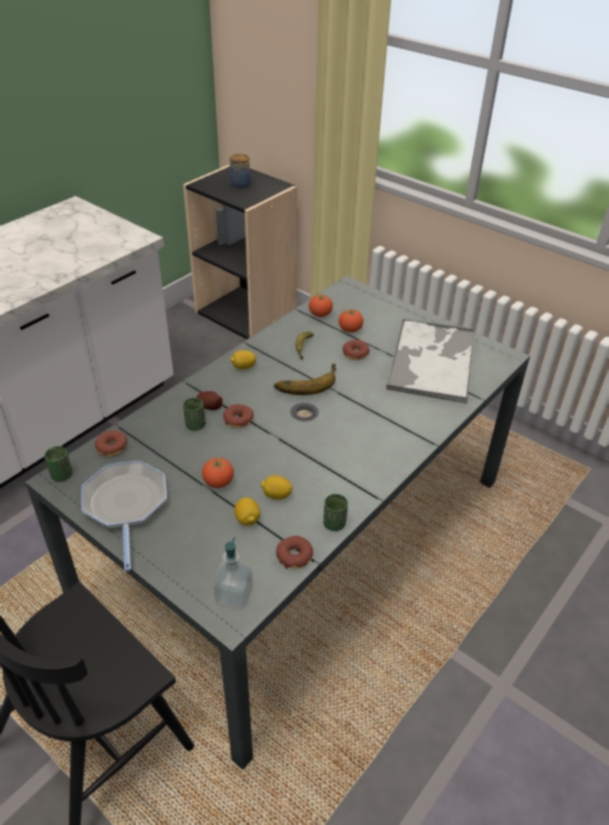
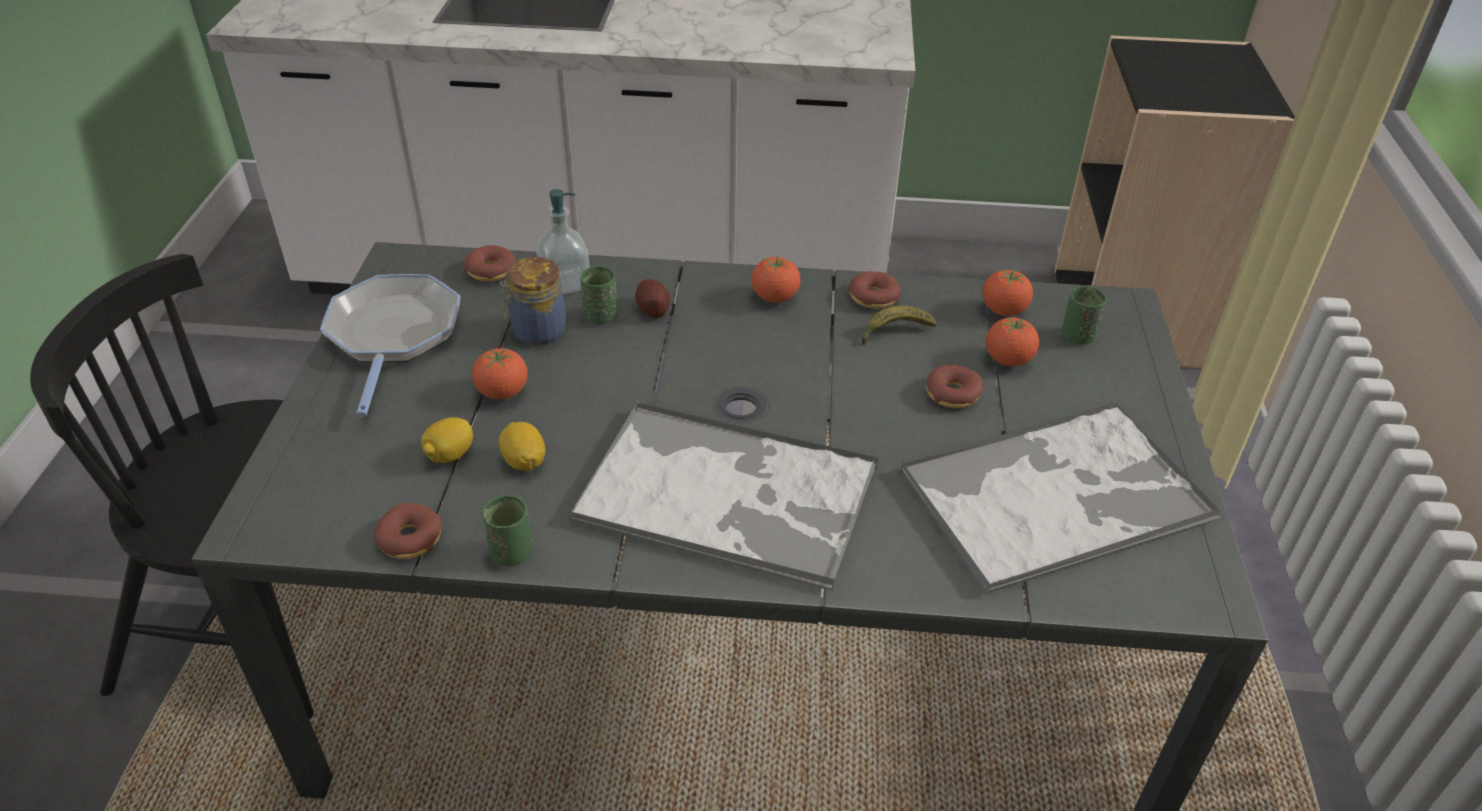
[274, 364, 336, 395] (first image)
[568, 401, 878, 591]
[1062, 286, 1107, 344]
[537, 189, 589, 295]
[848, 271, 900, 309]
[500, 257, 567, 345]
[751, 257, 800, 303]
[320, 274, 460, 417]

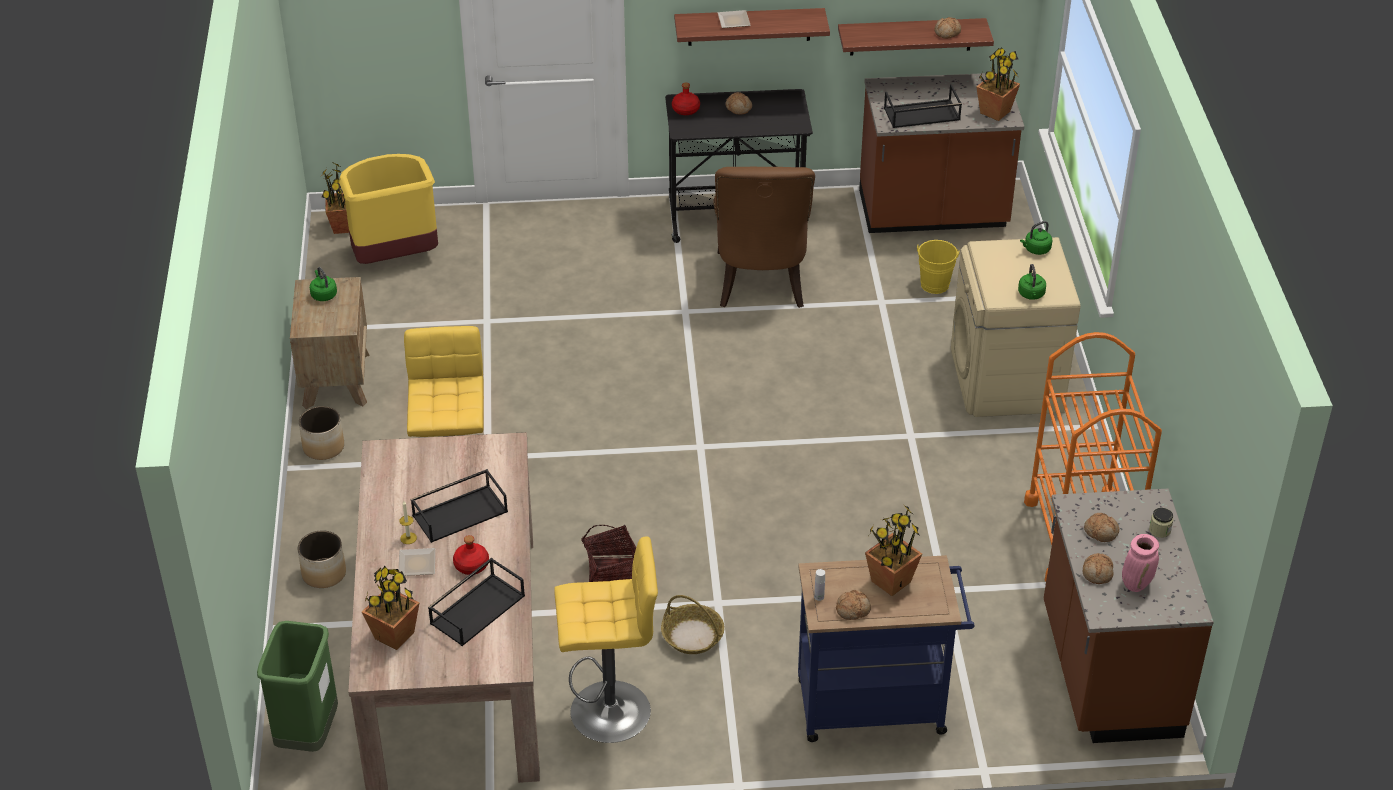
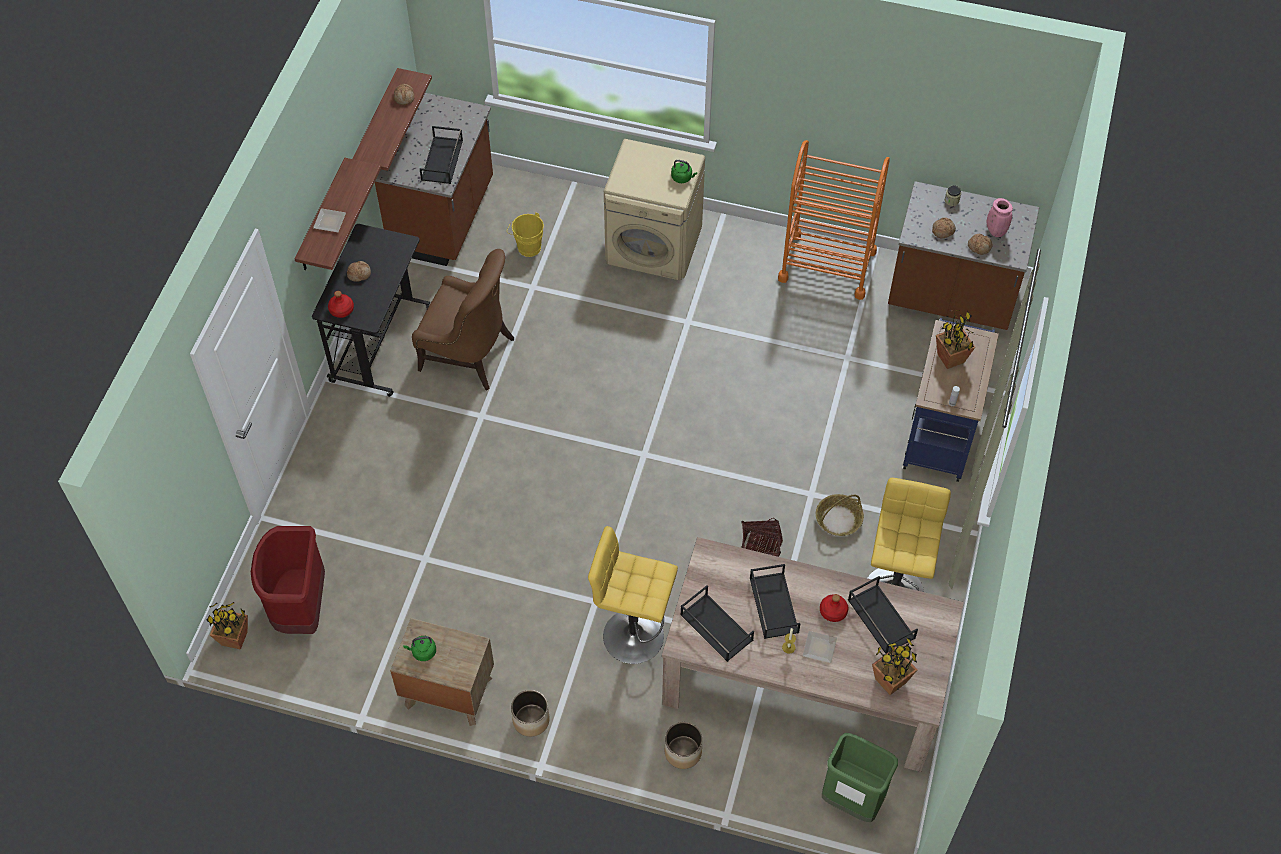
[836, 590, 871, 620] (first image)
[976, 47, 1020, 121] (first image)
[1020, 221, 1052, 255] (first image)
[680, 586, 754, 662]
[251, 526, 325, 634]

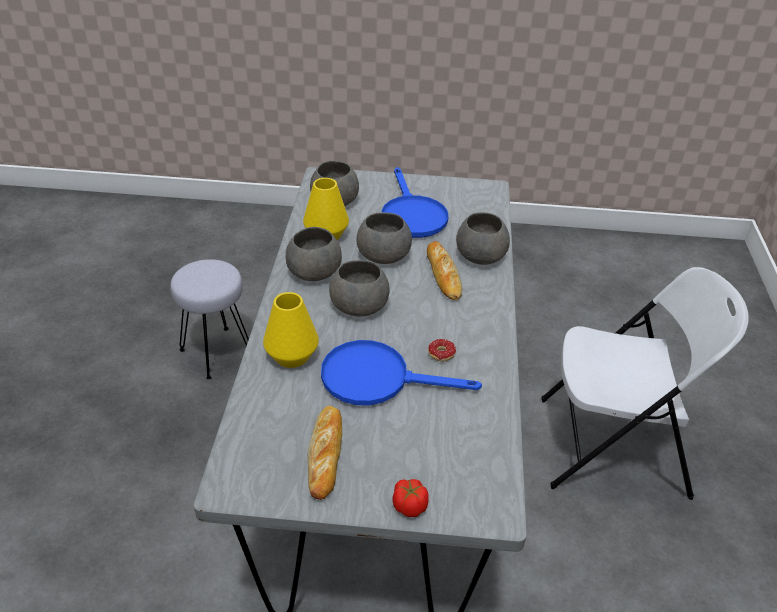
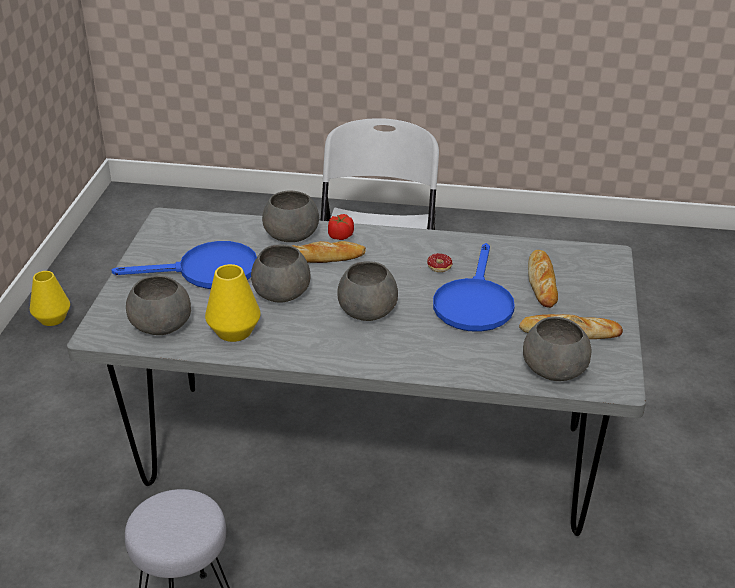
[528, 250, 558, 308]
[30, 271, 70, 326]
[523, 317, 591, 381]
[328, 214, 354, 240]

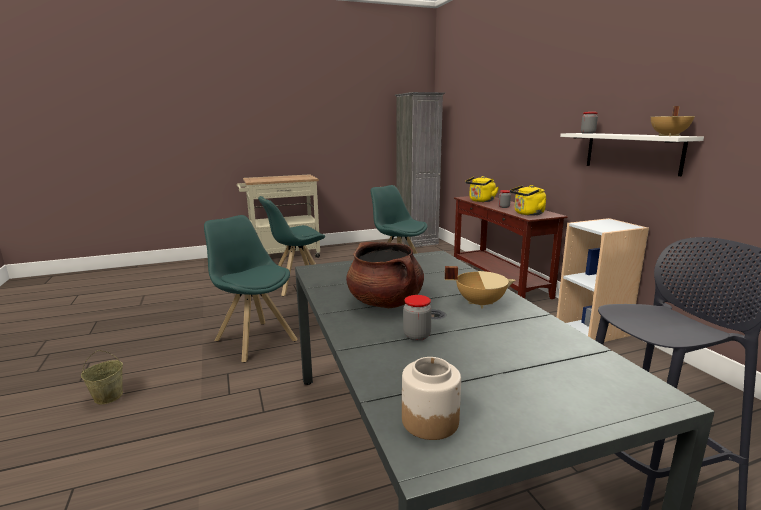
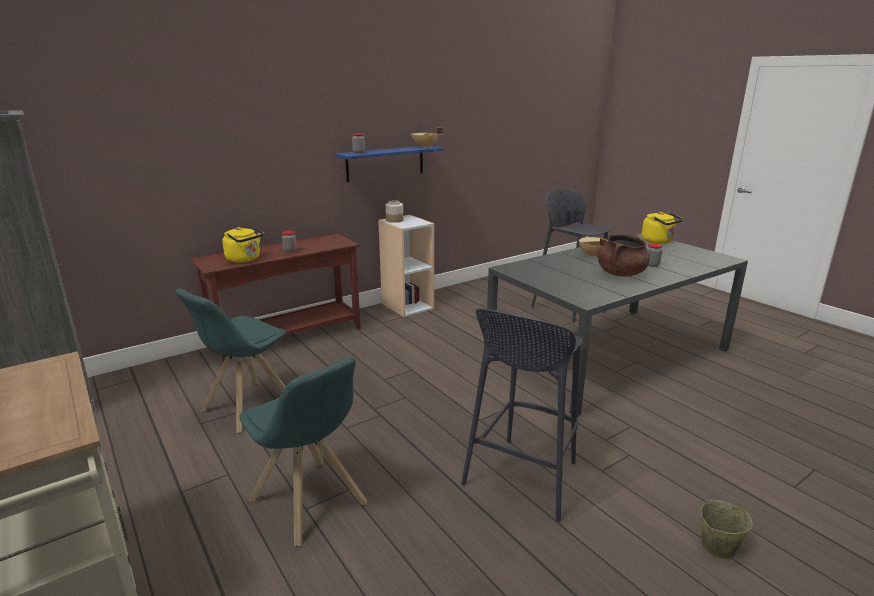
[385, 200, 403, 223]
[642, 212, 683, 244]
[461, 308, 582, 522]
[335, 146, 444, 182]

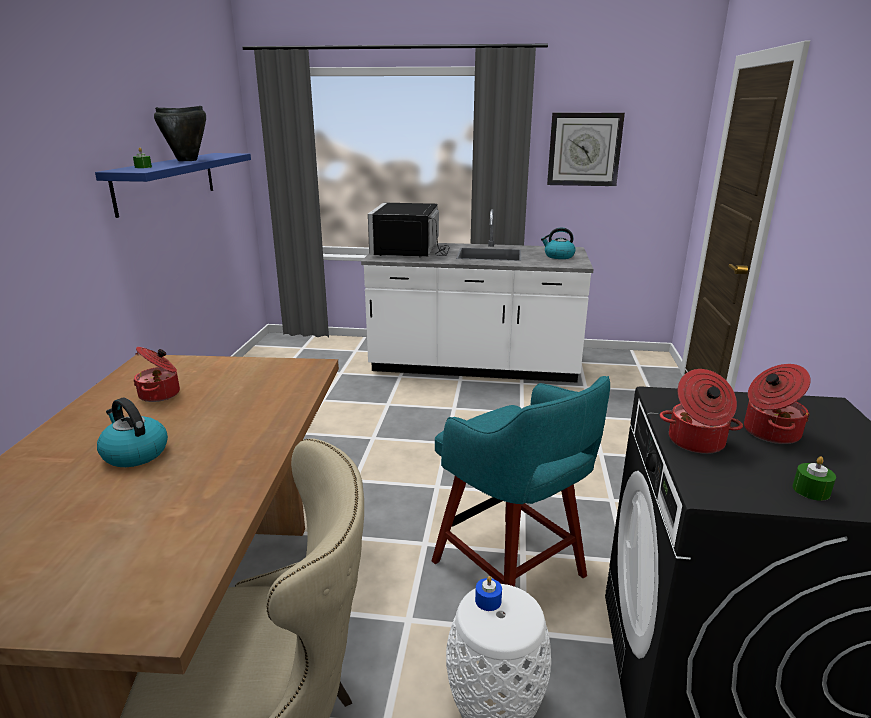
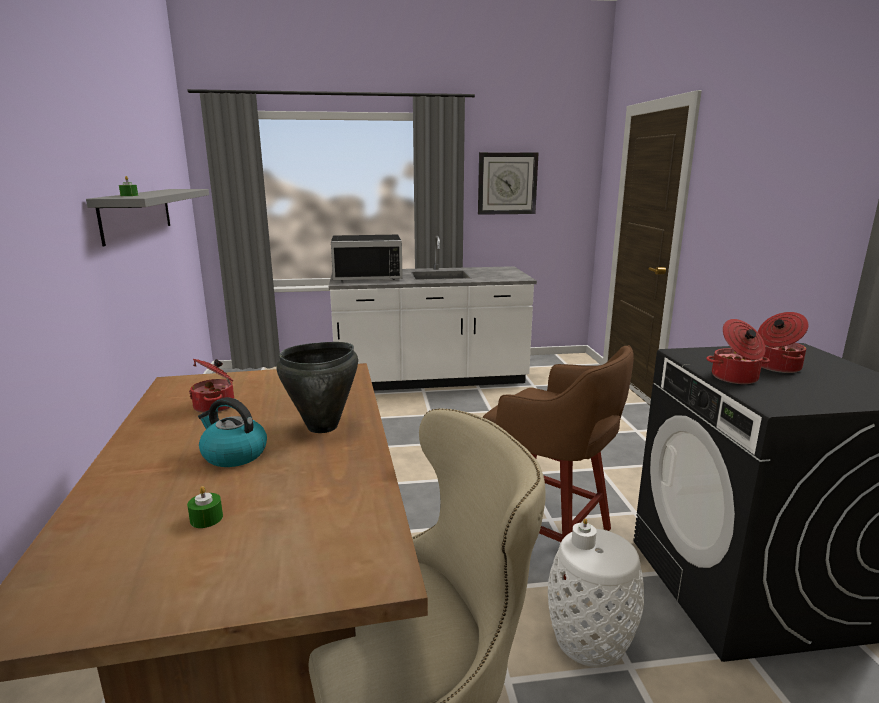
[541, 228, 576, 259] (first image)
[276, 342, 358, 433]
[187, 486, 223, 528]
[86, 189, 209, 246]
[483, 345, 634, 580]
[572, 518, 597, 550]
[331, 235, 403, 281]

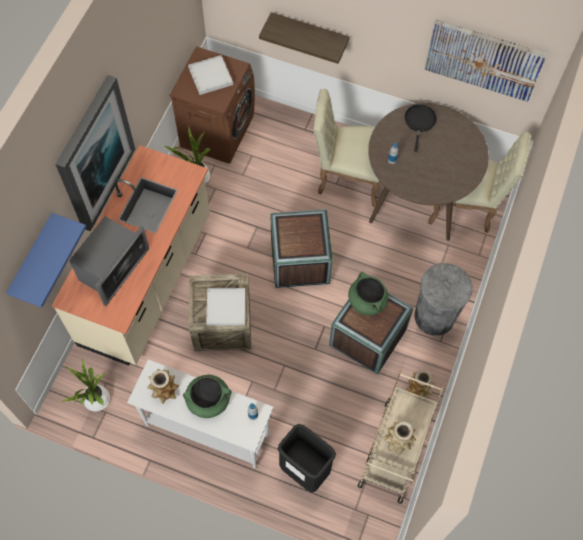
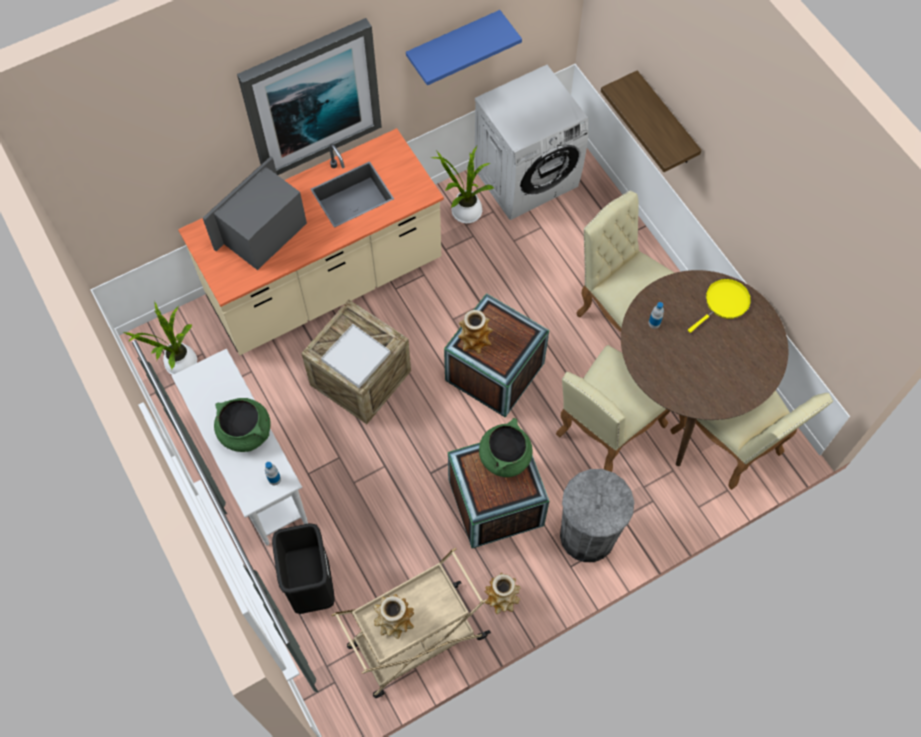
[188, 55, 233, 95] (first image)
[424, 20, 547, 102] (first image)
[556, 345, 670, 472]
[406, 10, 522, 85]
[458, 310, 493, 354]
[474, 65, 588, 220]
[688, 279, 751, 333]
[203, 156, 307, 270]

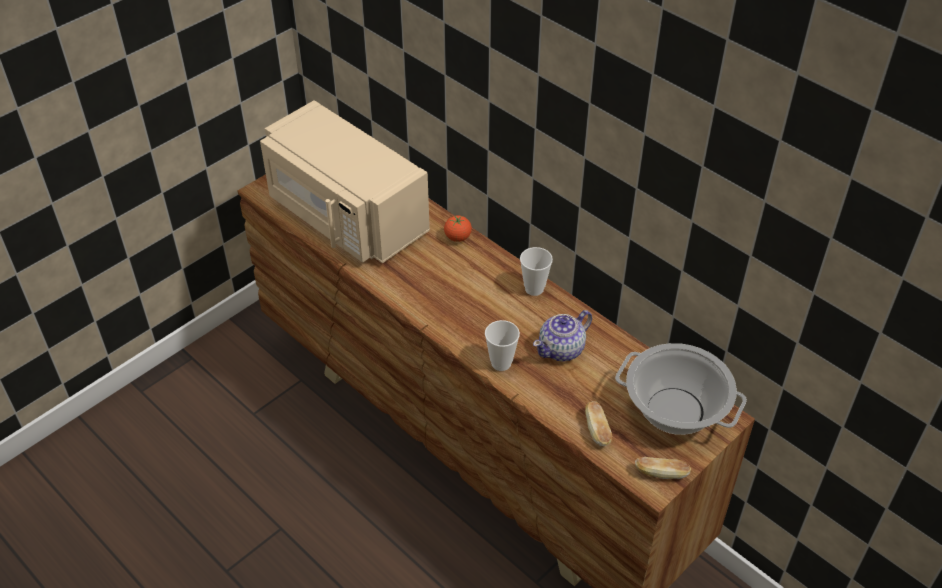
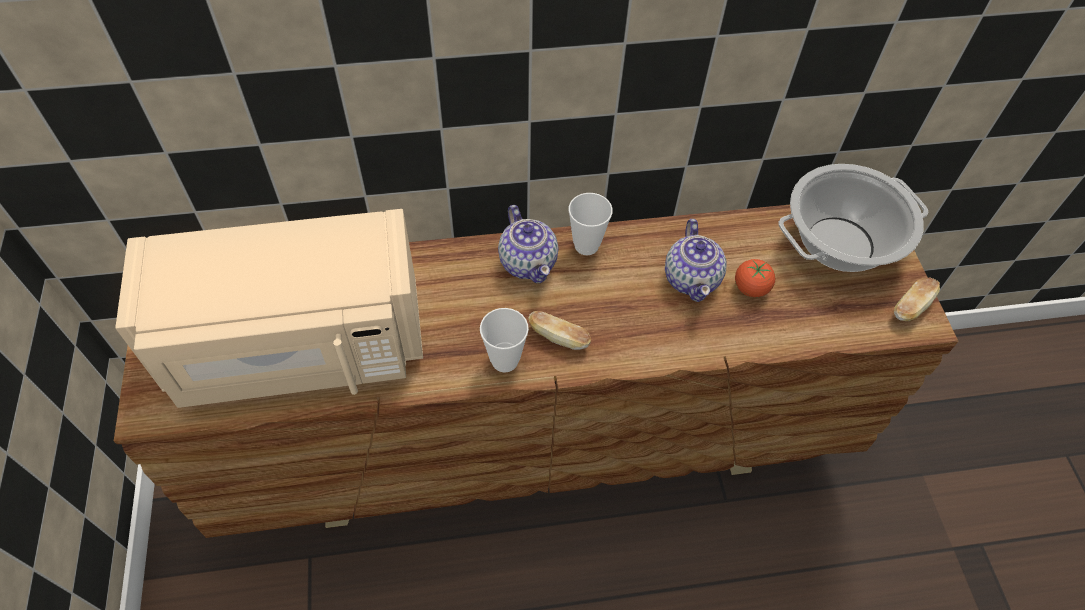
[498, 205, 559, 283]
[735, 259, 775, 297]
[480, 308, 529, 372]
[529, 311, 591, 350]

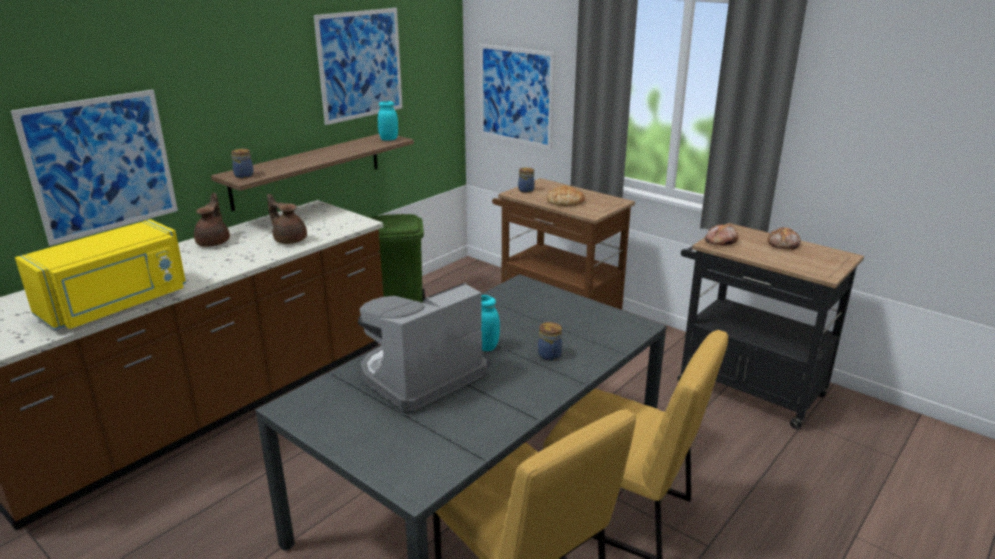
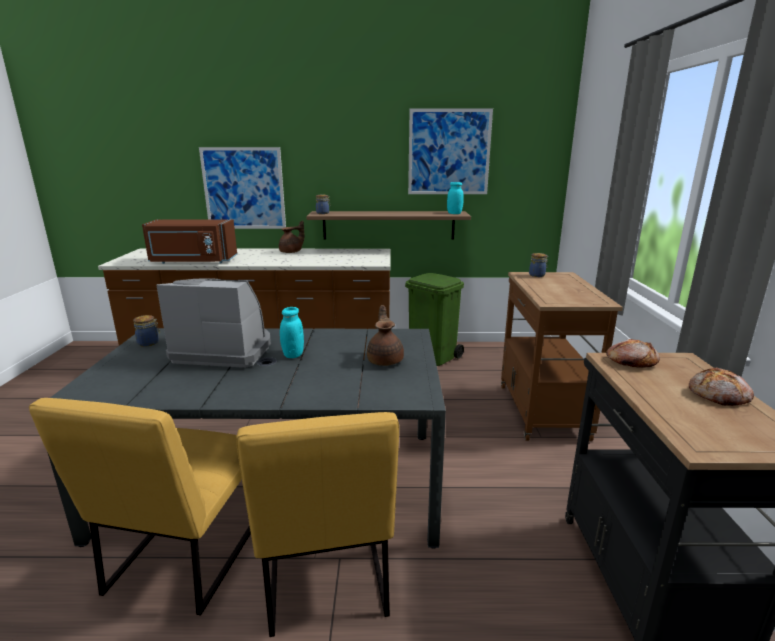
[480, 44, 555, 149] (first image)
[547, 186, 585, 206] (first image)
[367, 305, 404, 366]
[133, 315, 160, 347]
[142, 219, 237, 264]

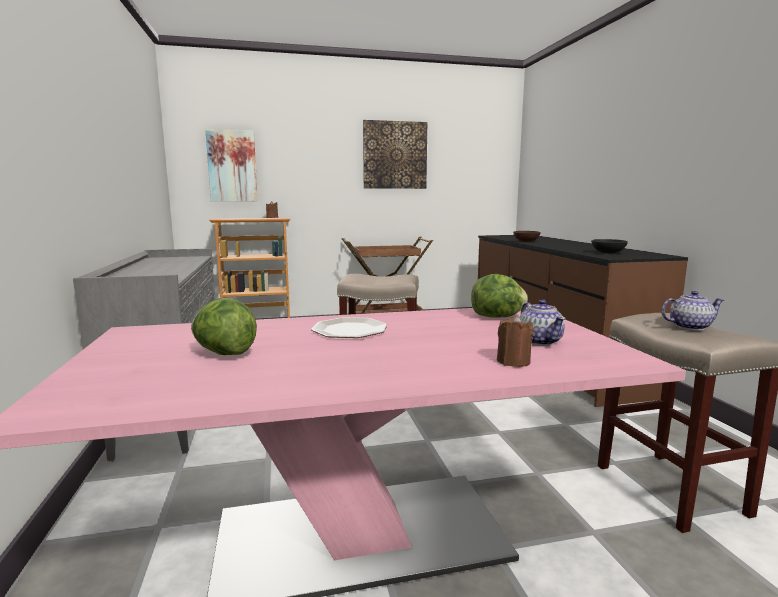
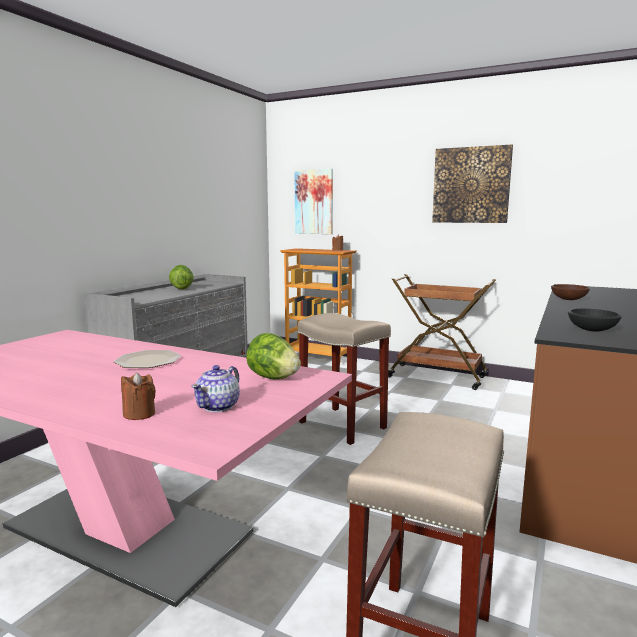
[661, 291, 724, 330] (first image)
[169, 265, 194, 290]

